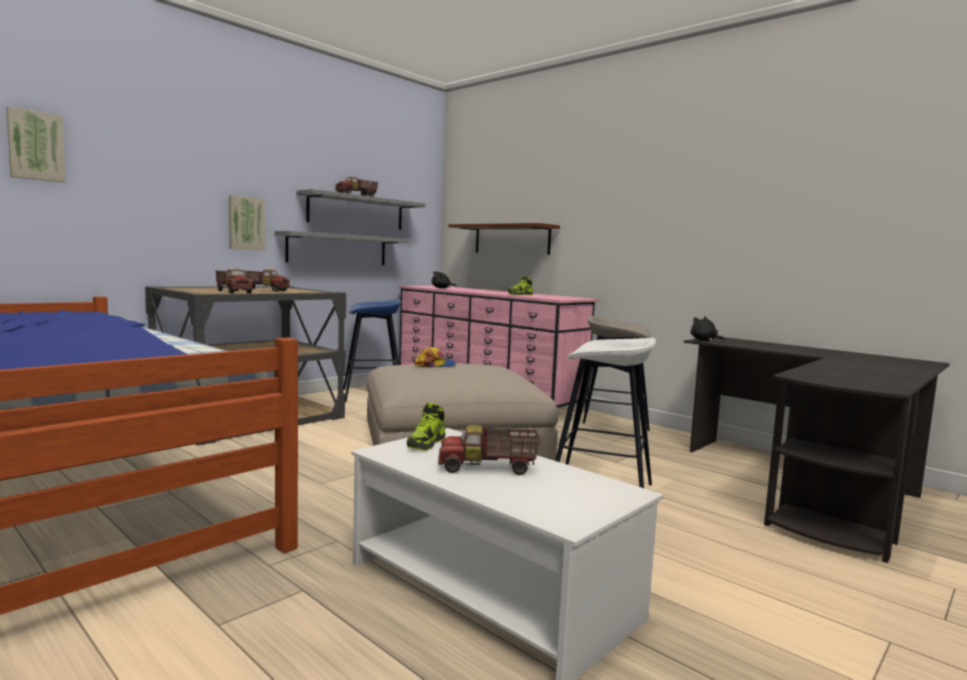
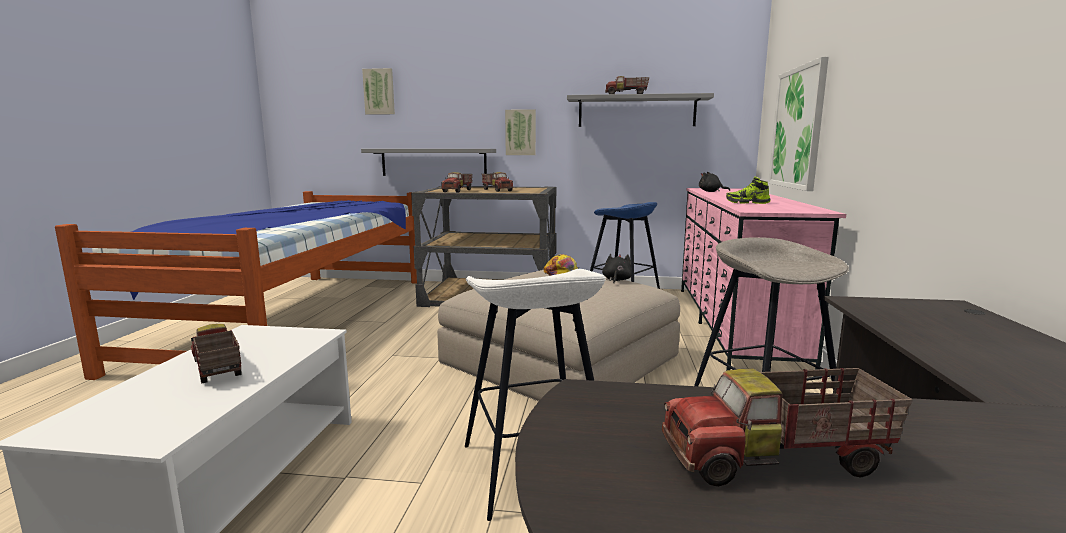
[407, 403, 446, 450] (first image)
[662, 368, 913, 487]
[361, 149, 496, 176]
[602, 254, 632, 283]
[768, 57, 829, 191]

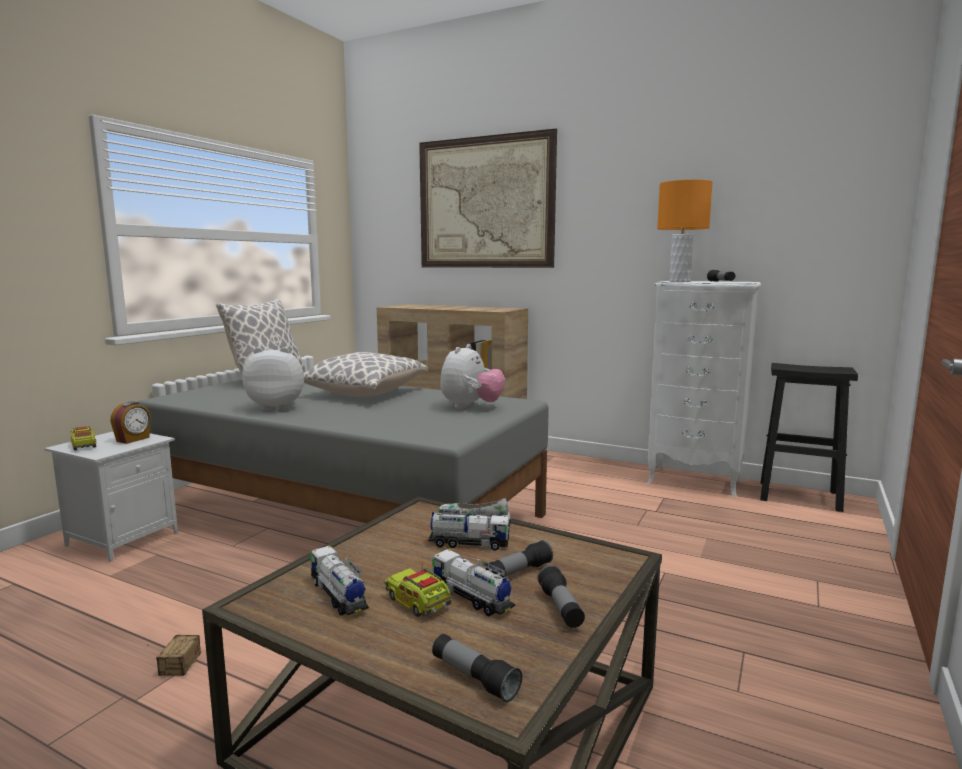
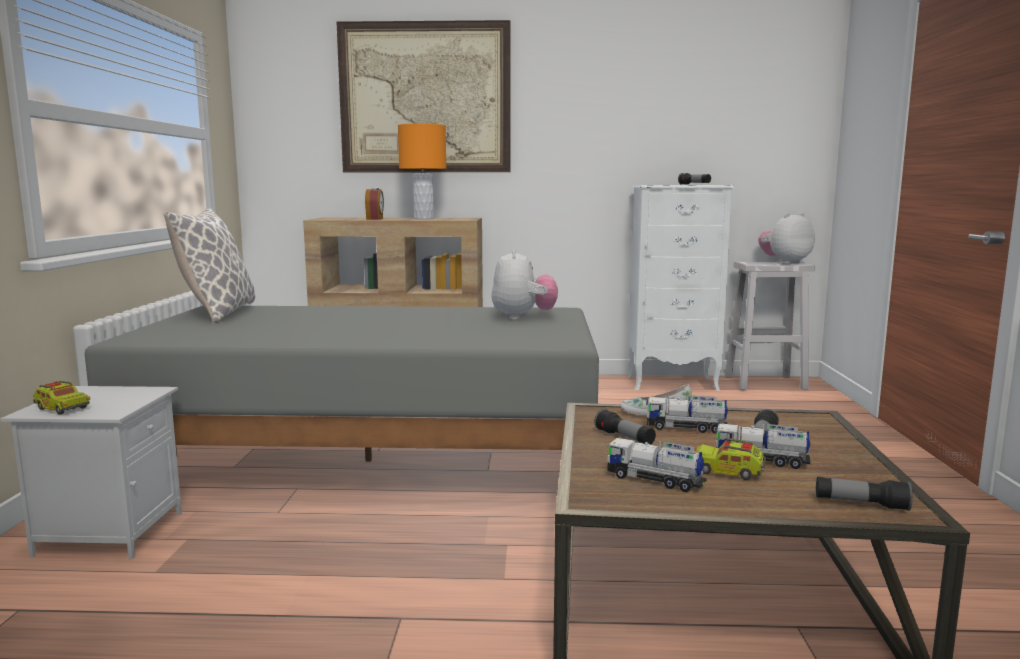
[145, 635, 201, 676] (first image)
[304, 352, 428, 396] (first image)
[365, 187, 384, 220]
[758, 212, 814, 264]
[594, 409, 656, 444]
[398, 124, 446, 219]
[725, 261, 815, 390]
[646, 396, 728, 434]

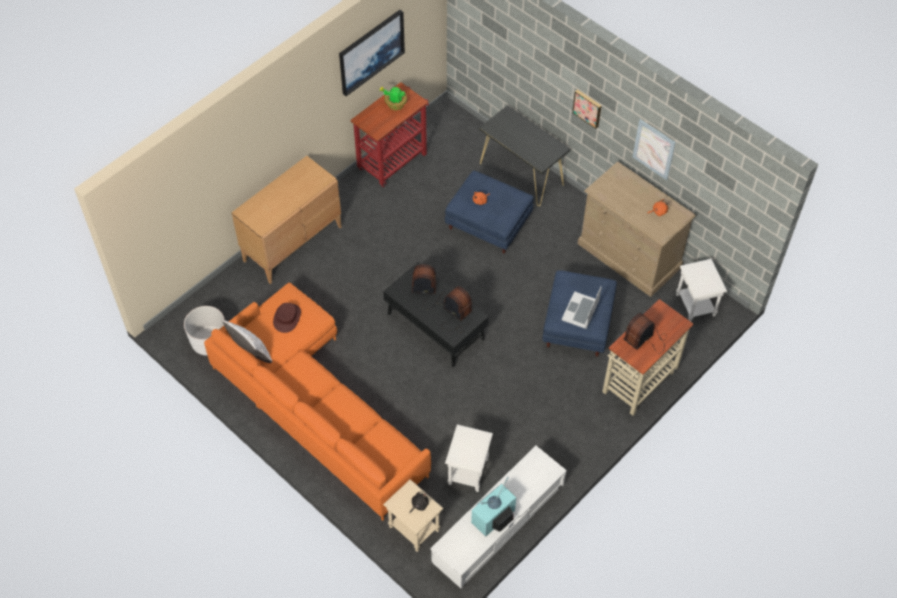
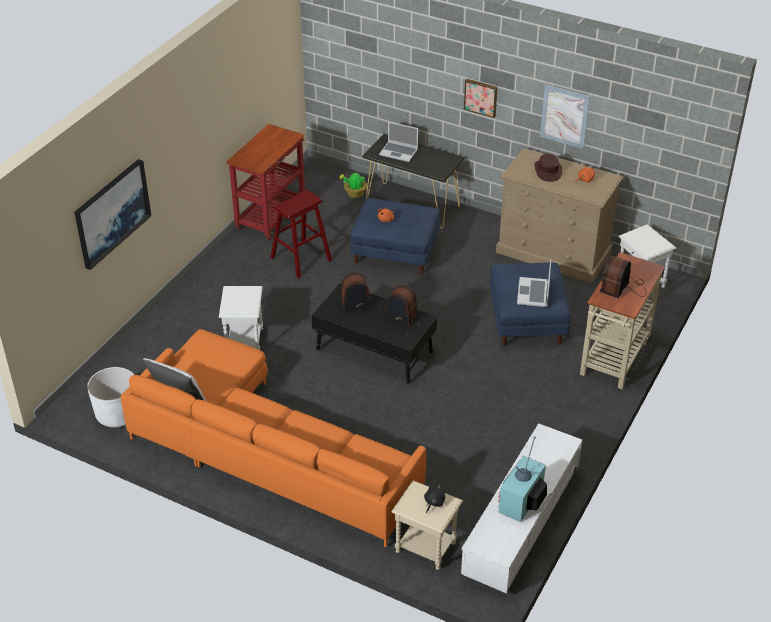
[231, 156, 342, 284] (first image)
[271, 190, 332, 279]
[379, 122, 418, 162]
[535, 154, 562, 182]
[74, 159, 151, 270]
[339, 172, 367, 198]
[219, 286, 263, 350]

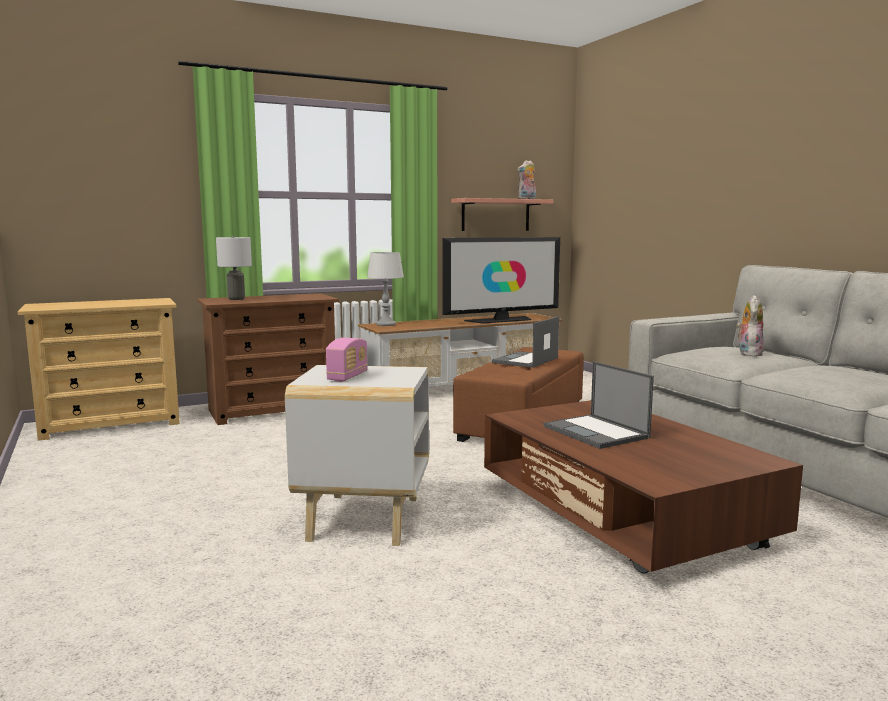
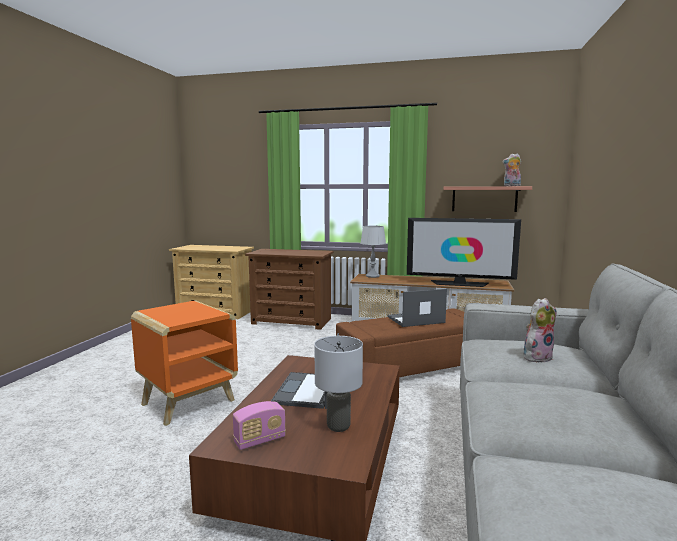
[314, 336, 363, 432]
[233, 401, 286, 450]
[131, 301, 238, 426]

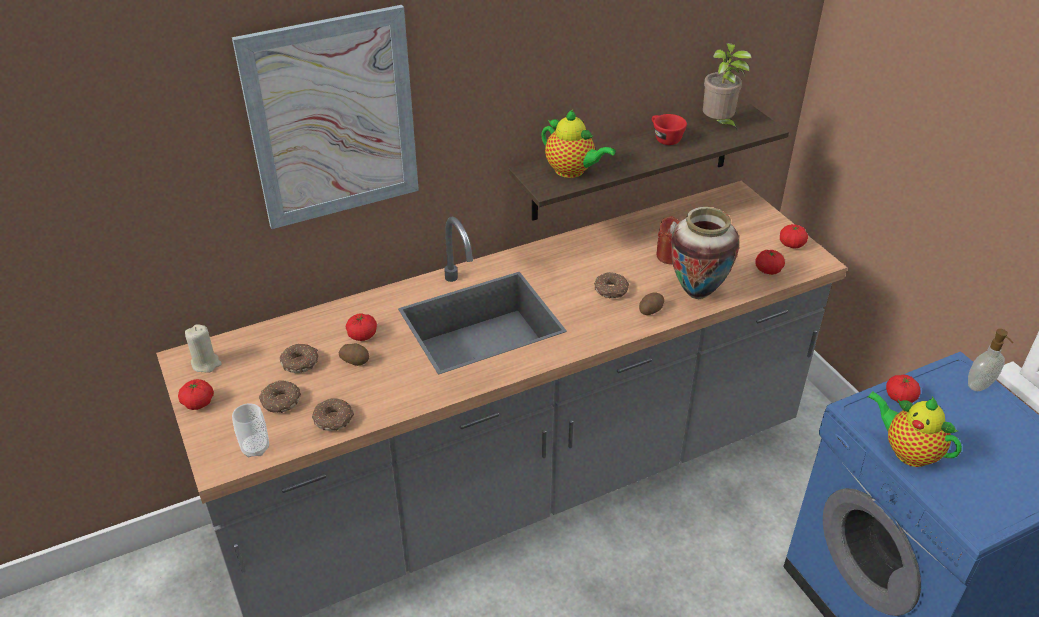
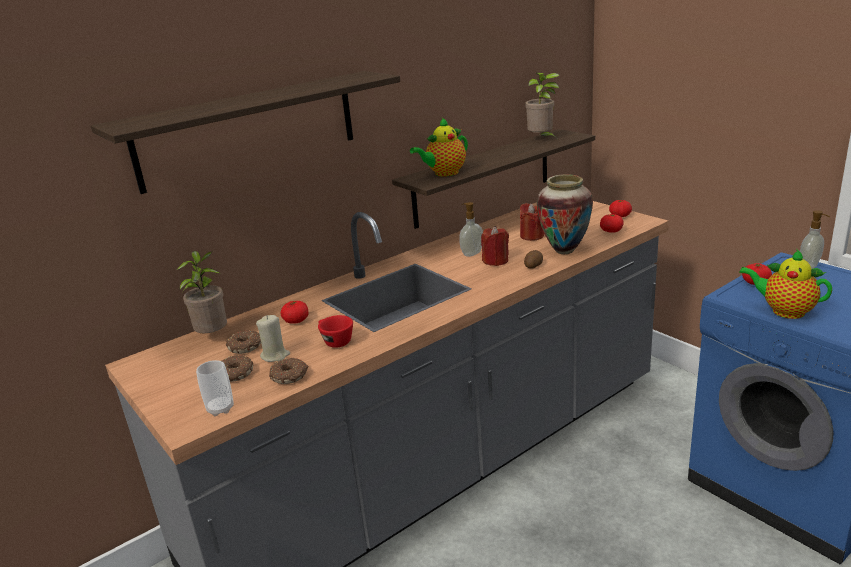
[178, 379, 214, 410] (first image)
[339, 344, 369, 366] (first image)
[177, 251, 227, 333]
[459, 202, 483, 257]
[256, 315, 290, 362]
[318, 315, 353, 348]
[91, 71, 400, 194]
[481, 226, 509, 266]
[410, 118, 468, 177]

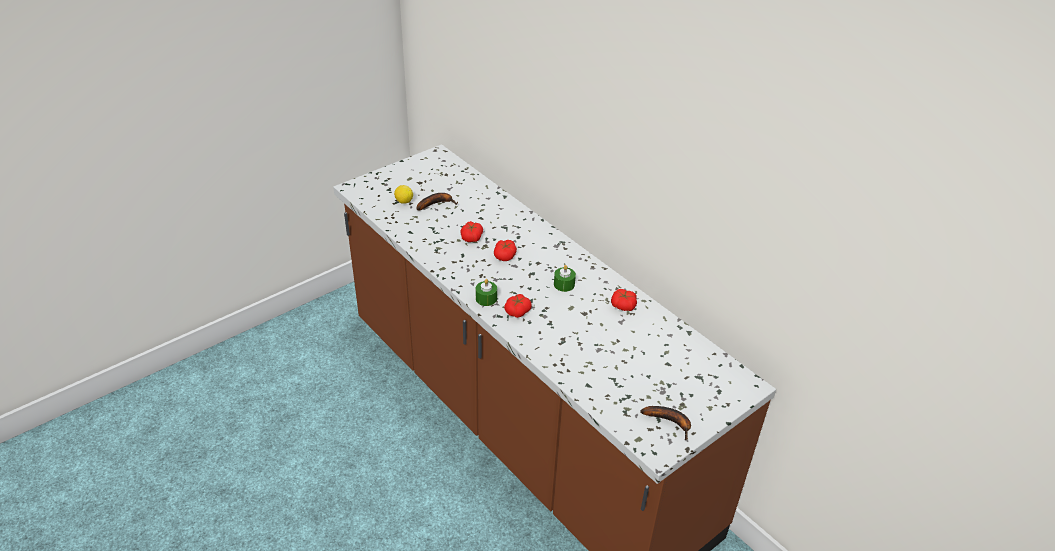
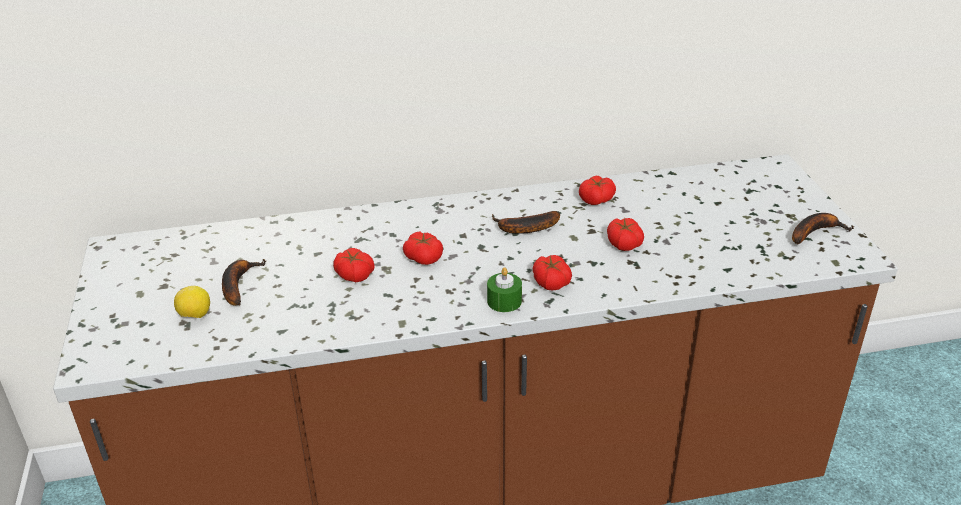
[607, 218, 644, 251]
[492, 211, 560, 234]

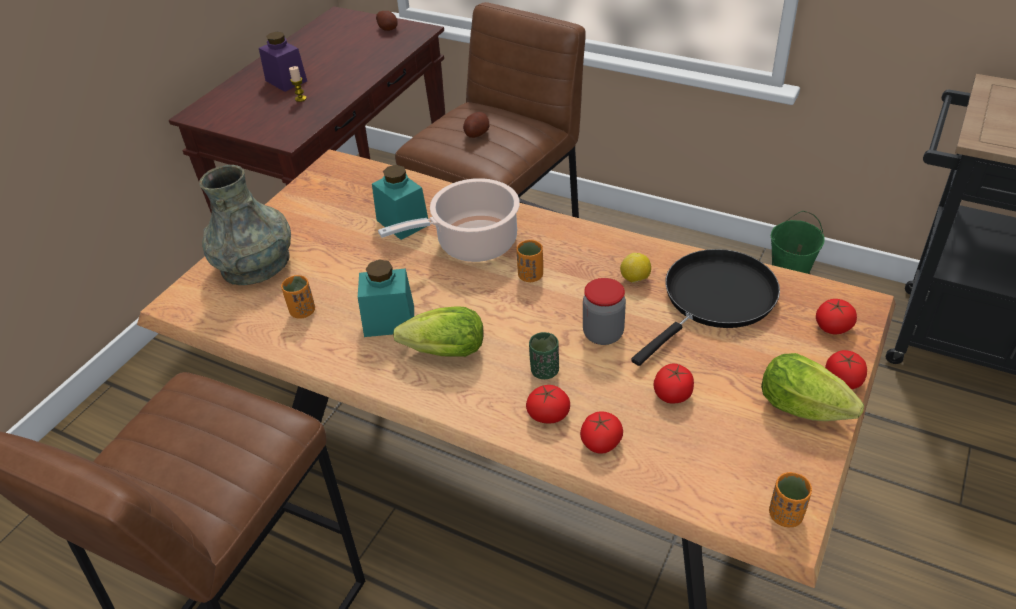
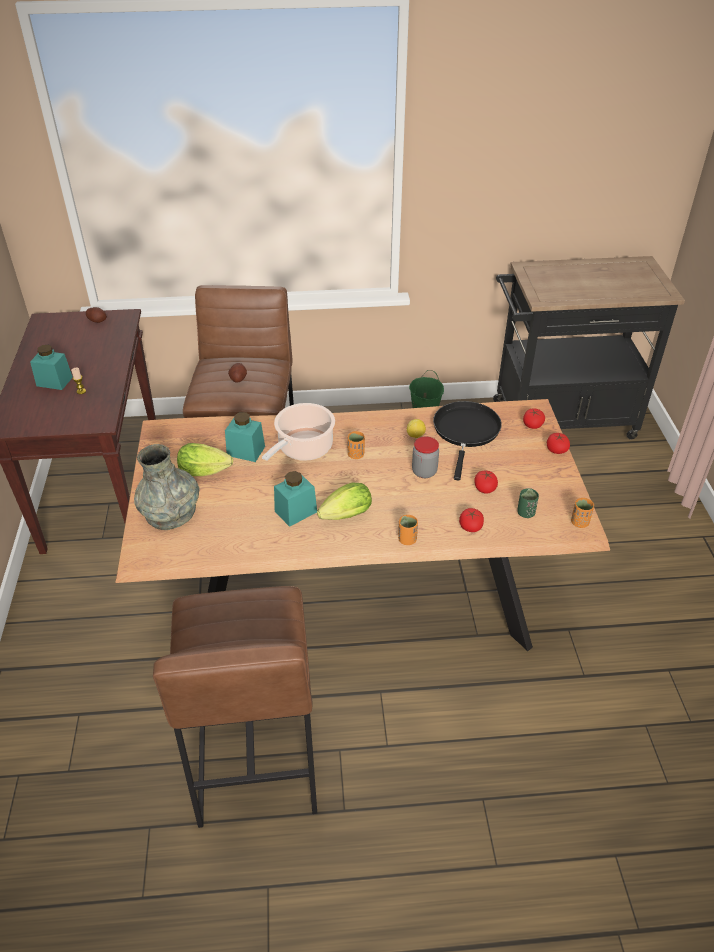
[526, 385, 570, 423] (first image)
[398, 515, 418, 545]
[517, 488, 539, 518]
[177, 443, 233, 476]
[30, 345, 73, 390]

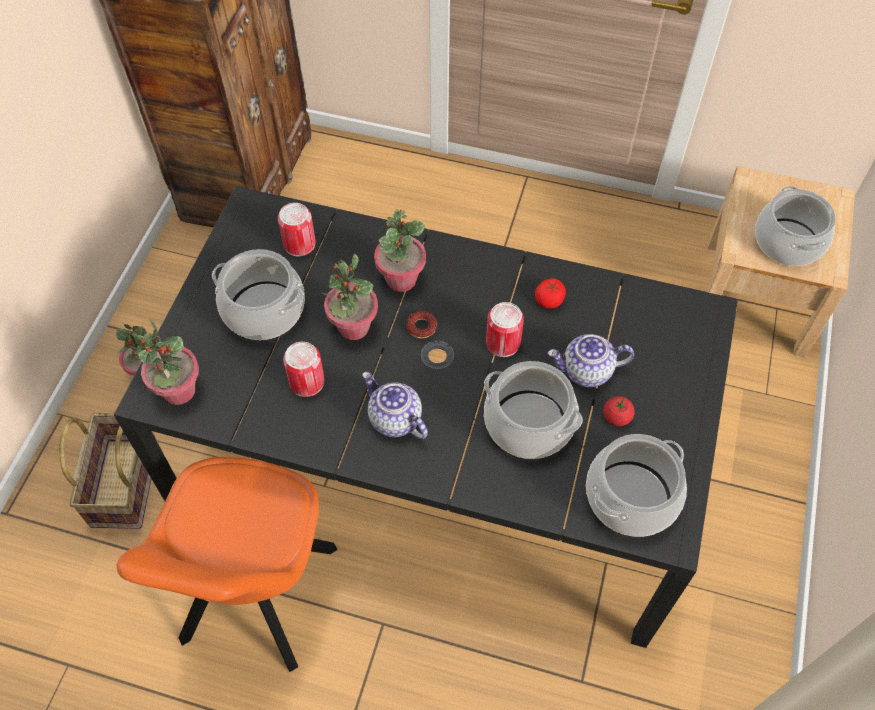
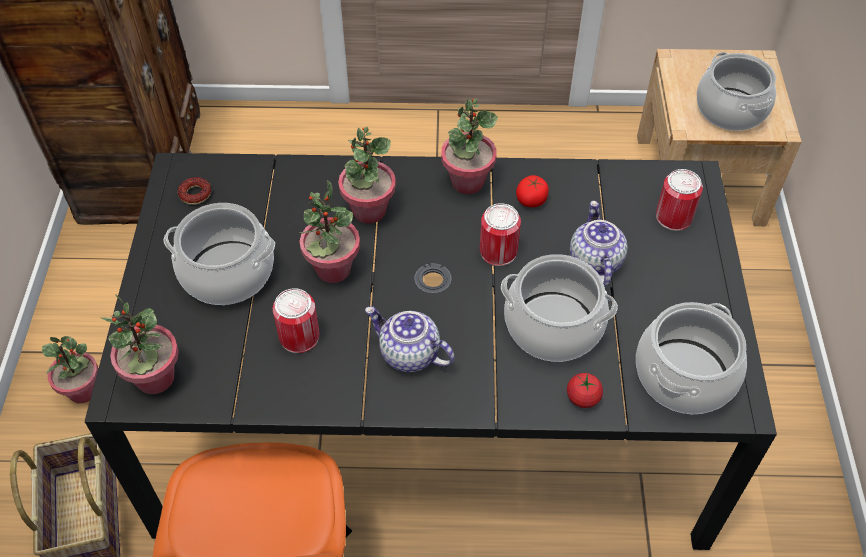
[441, 98, 498, 194]
[656, 169, 703, 231]
[178, 177, 211, 205]
[567, 373, 603, 408]
[570, 201, 627, 286]

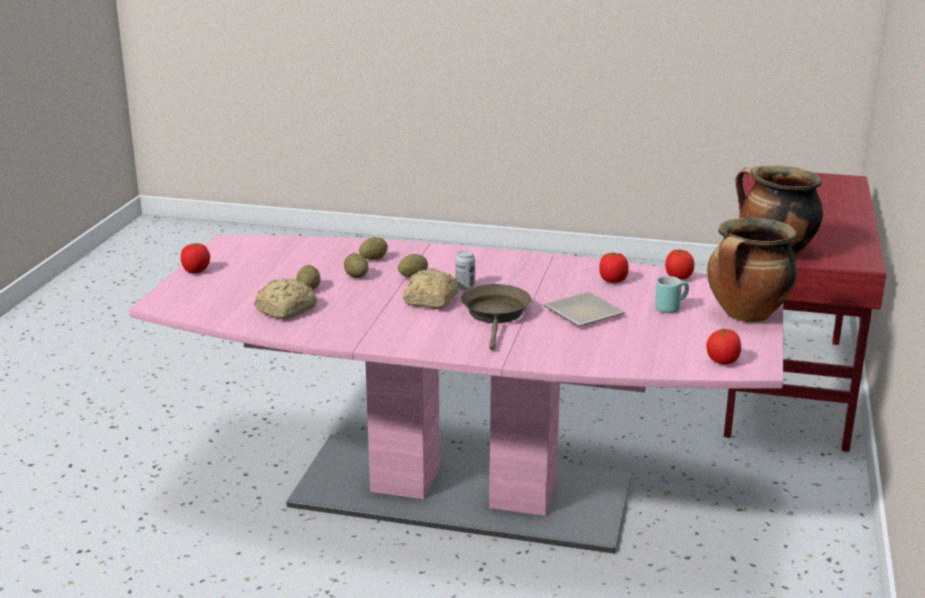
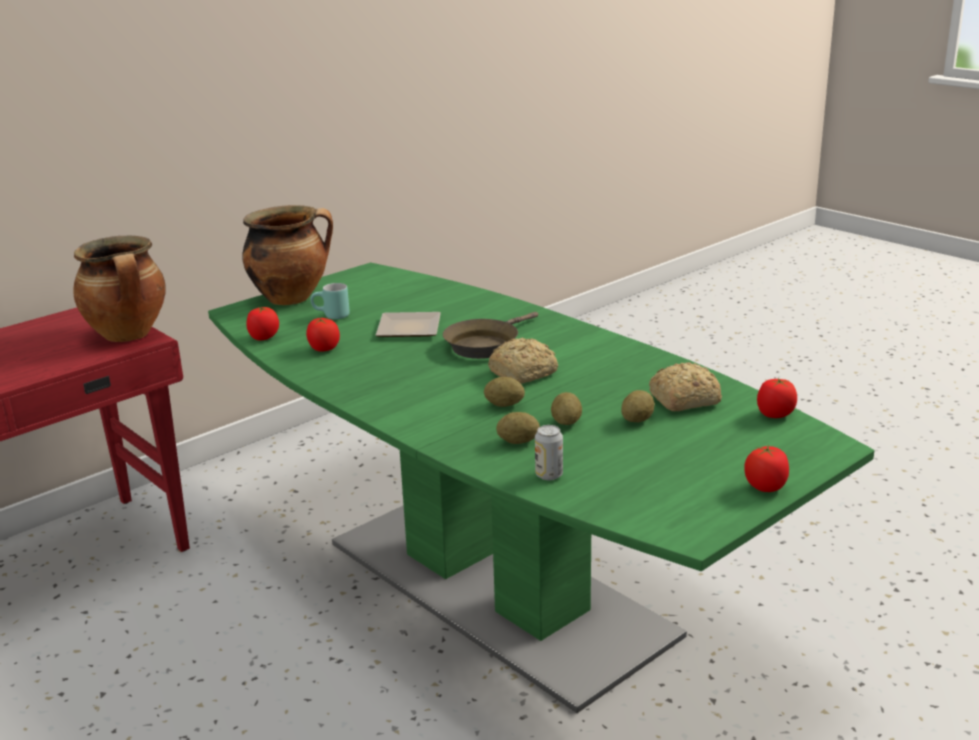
[535, 425, 563, 480]
[757, 378, 797, 418]
[208, 263, 875, 713]

